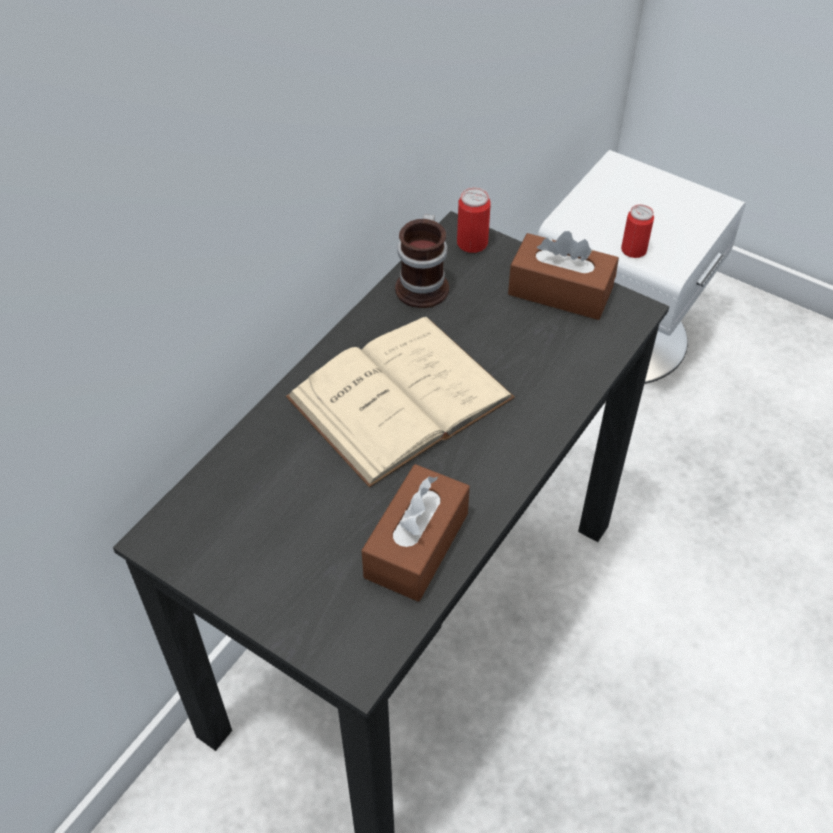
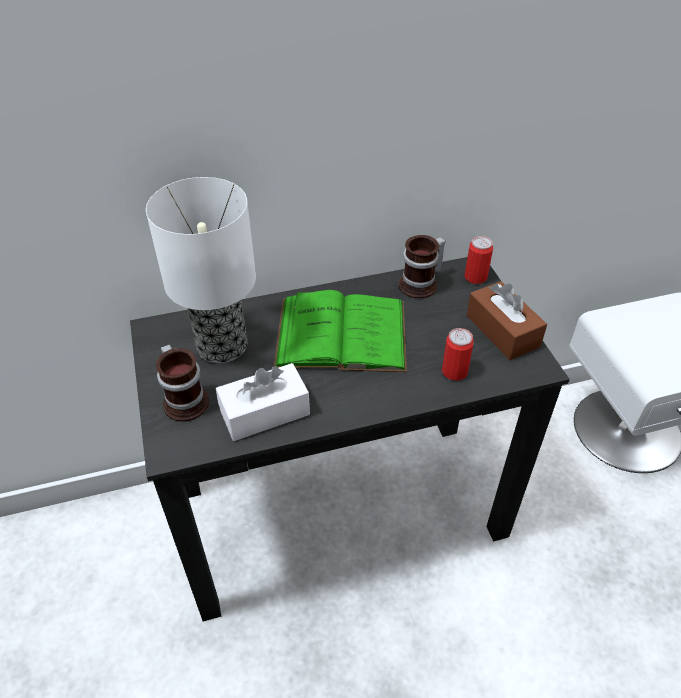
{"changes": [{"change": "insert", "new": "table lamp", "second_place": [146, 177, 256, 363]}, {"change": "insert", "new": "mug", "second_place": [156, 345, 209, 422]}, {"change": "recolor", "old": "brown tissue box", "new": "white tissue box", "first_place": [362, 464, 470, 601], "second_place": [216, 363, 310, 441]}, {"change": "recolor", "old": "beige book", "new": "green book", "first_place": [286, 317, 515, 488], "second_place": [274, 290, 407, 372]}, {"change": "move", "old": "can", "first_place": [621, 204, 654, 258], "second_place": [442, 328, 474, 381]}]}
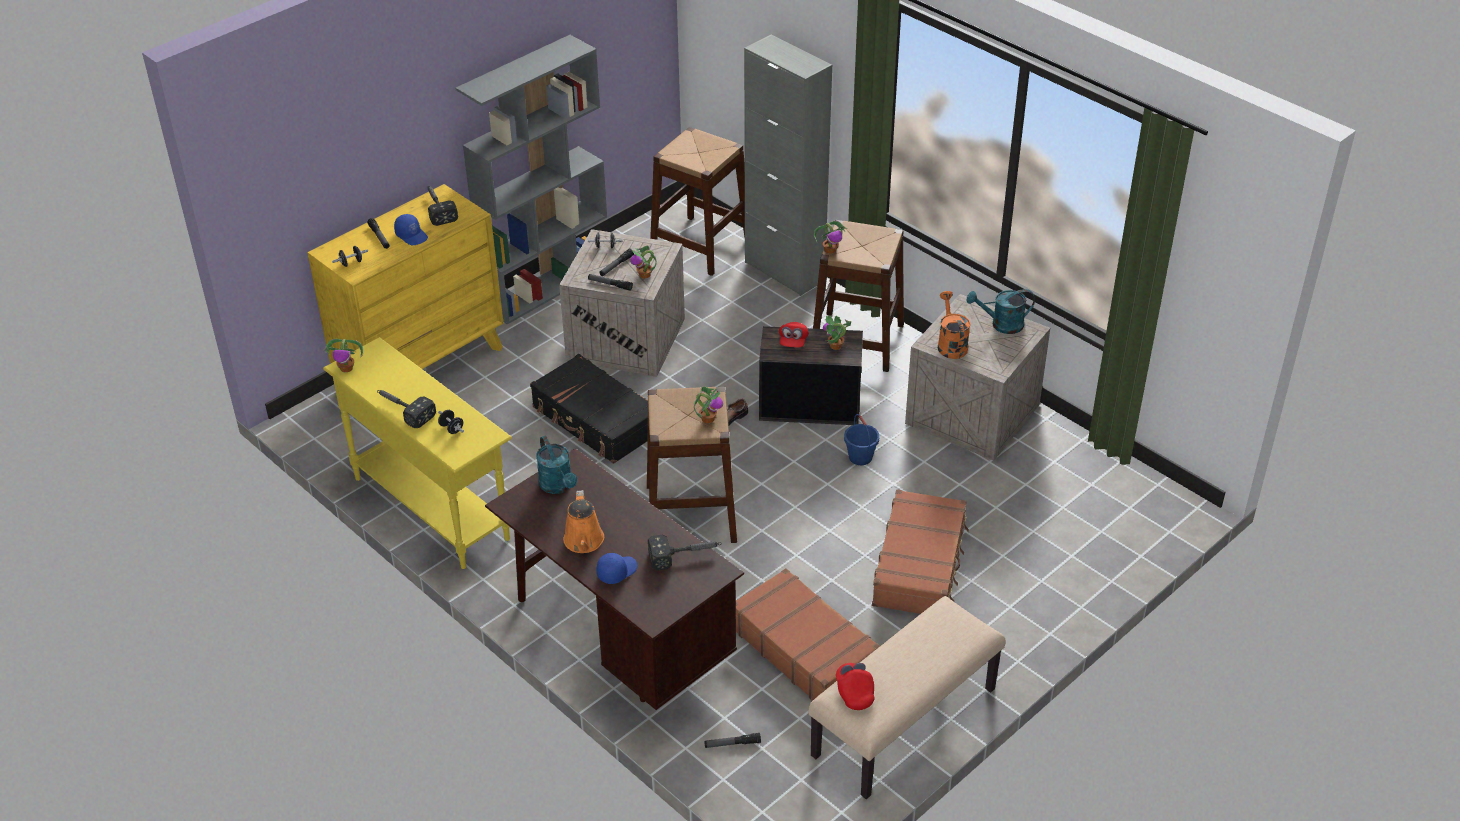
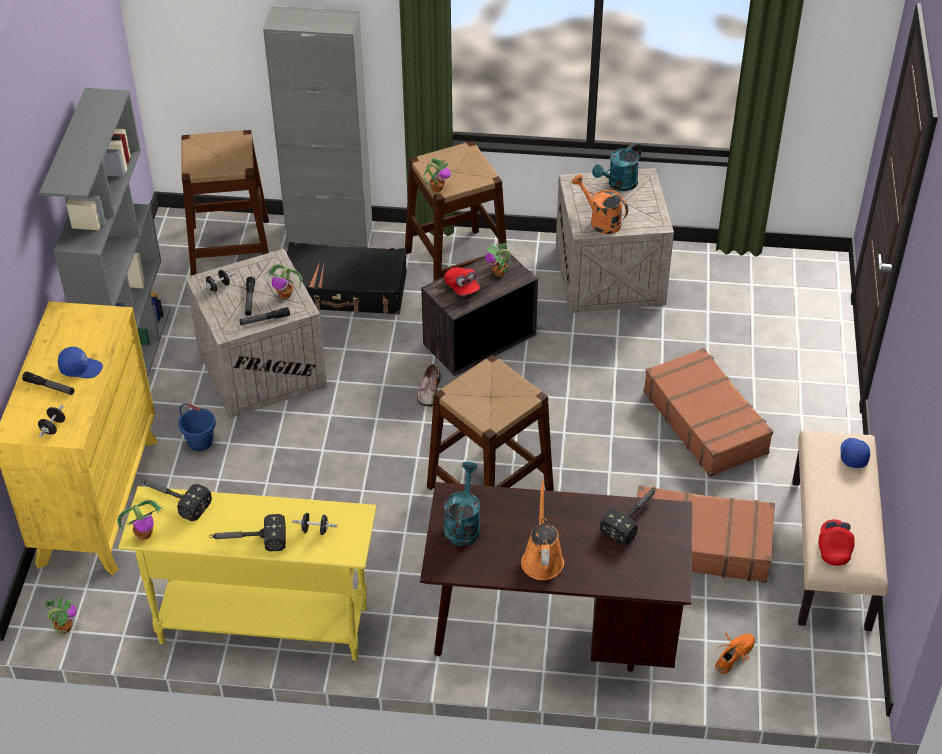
{"changes": [{"change": "move", "old": "potted plant", "first_place": [694, 386, 723, 423], "second_place": [45, 597, 77, 634]}, {"change": "move", "old": "hammer", "first_place": [427, 186, 458, 226], "second_place": [141, 479, 212, 521]}, {"change": "move", "old": "blue bucket", "first_place": [844, 414, 879, 465], "second_place": [178, 403, 216, 451]}, {"change": "move", "old": "black suitcase", "first_place": [530, 354, 648, 464], "second_place": [287, 242, 407, 315]}, {"change": "rotate", "old": "turquoise watering can", "first_place": [536, 436, 577, 494], "second_place": [444, 461, 480, 546], "degrees": -105}, {"change": "rotate", "old": "orange watering can", "first_place": [563, 490, 604, 553], "second_place": [521, 480, 564, 580], "degrees": -135}, {"change": "replace", "old": "flashlight", "new": "orange shoe", "first_place": [704, 733, 761, 748], "second_place": [715, 633, 755, 674]}, {"change": "rotate", "old": "red cap", "first_place": [836, 663, 875, 710], "second_place": [819, 519, 855, 566], "degrees": 60}, {"change": "move", "old": "blue cap", "first_place": [597, 553, 637, 584], "second_place": [840, 438, 870, 468]}]}
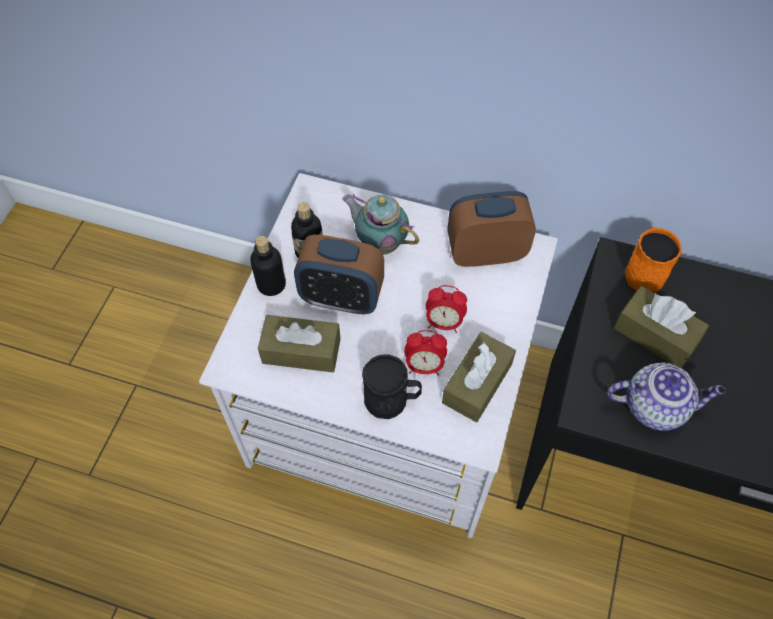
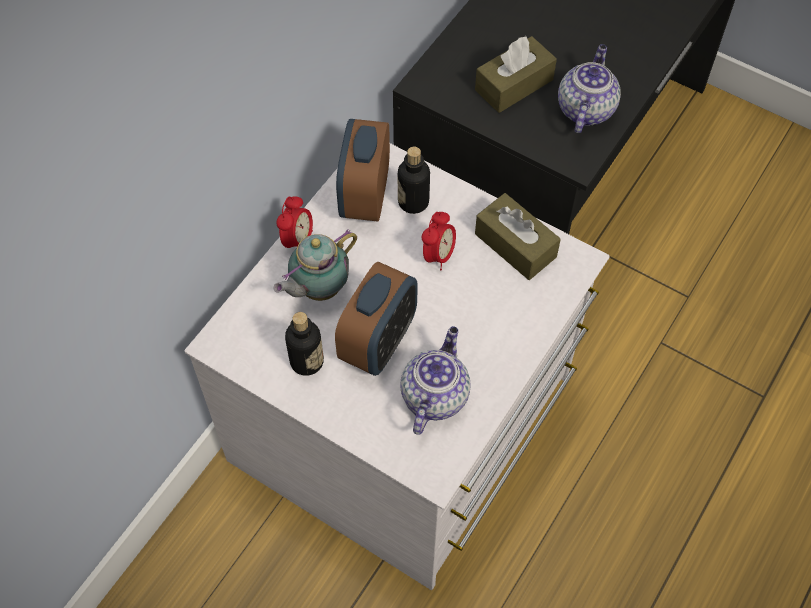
{"changes": [{"change": "move", "old": "alarm clock", "first_place": [404, 330, 447, 376], "second_place": [276, 196, 313, 248]}, {"change": "move", "old": "bottle", "first_place": [250, 236, 286, 296], "second_place": [398, 147, 430, 214]}, {"change": "replace", "old": "brown tissue box", "new": "teapot", "first_place": [258, 315, 341, 372], "second_place": [400, 326, 471, 435]}, {"change": "delete", "old": "black mug", "first_place": [362, 354, 422, 419]}, {"change": "delete", "old": "orange mug", "first_place": [625, 227, 682, 293]}]}
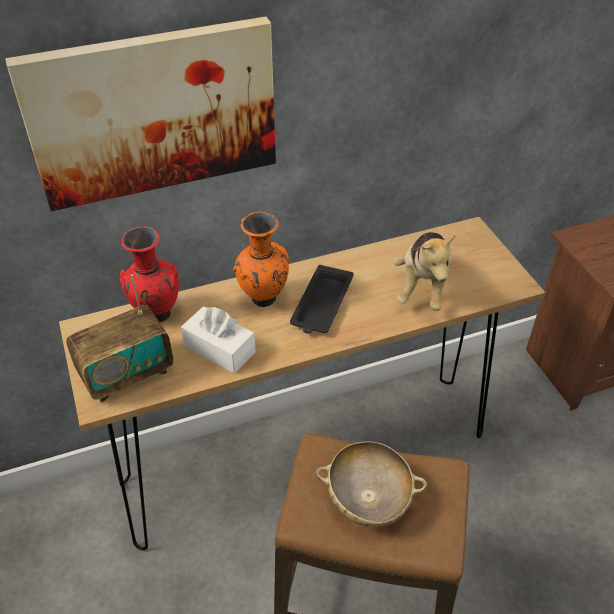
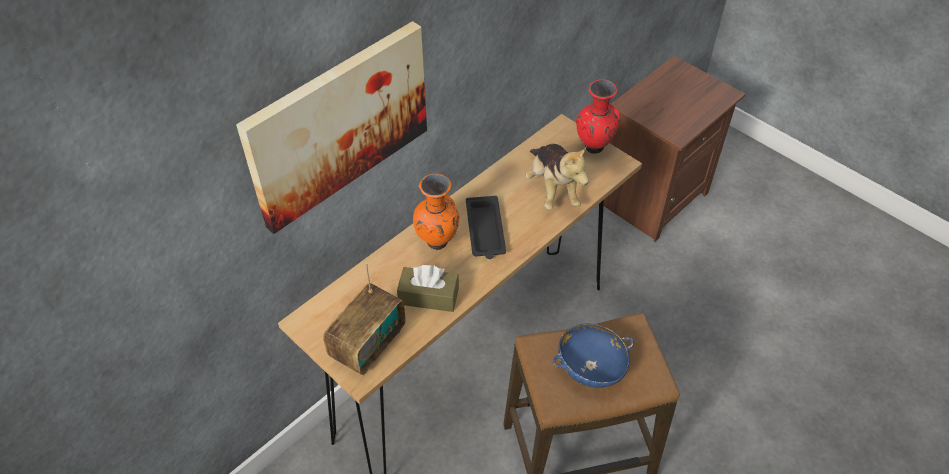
{"changes": [{"change": "recolor", "old": "white tissue box", "new": "brown tissue box", "first_place": [181, 307, 256, 373], "second_place": [397, 265, 459, 312]}, {"change": "recolor", "old": "beige bowl", "new": "blue bowl", "first_place": [316, 441, 427, 527], "second_place": [553, 323, 634, 388]}, {"change": "move", "old": "red vase", "first_place": [120, 227, 179, 322], "second_place": [575, 79, 620, 154]}]}
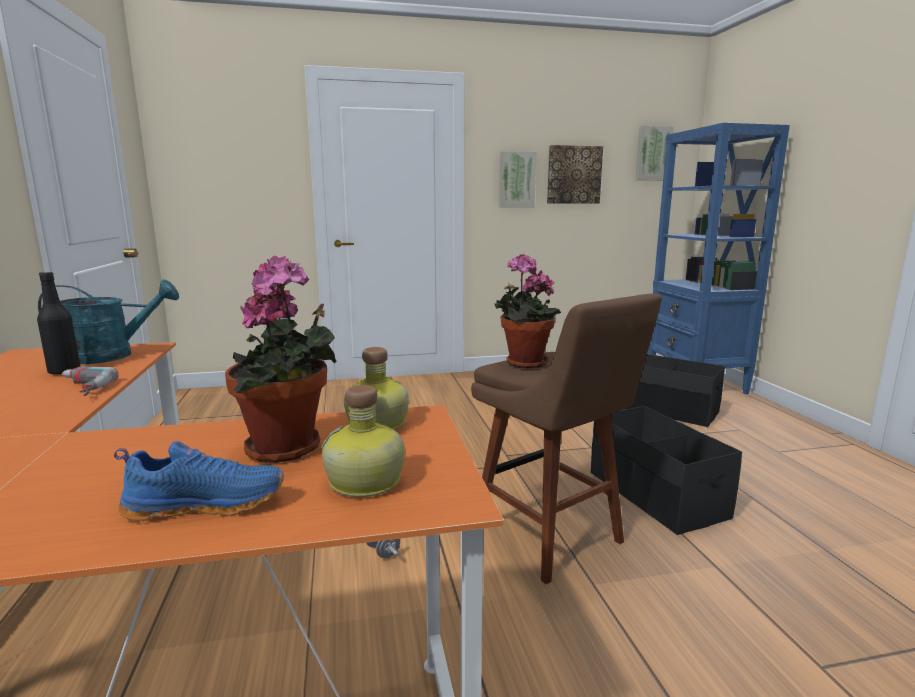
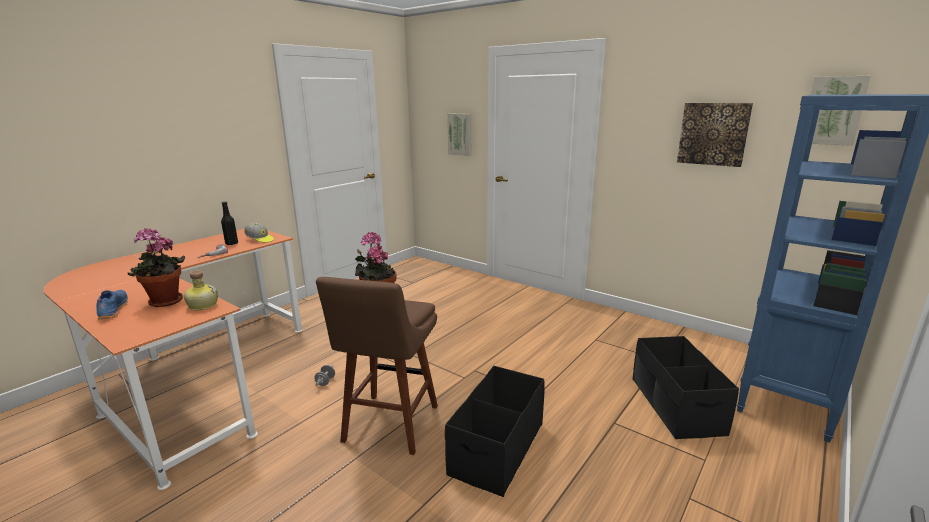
{"changes": [{"change": "rotate", "old": "blue shoe", "first_place": [114, 441, 284, 521], "second_place": [96, 290, 128, 319], "degrees": -150}, {"change": "replace", "old": "turquoise watering can", "new": "cap", "first_place": [38, 280, 179, 364], "second_place": [244, 222, 274, 243]}, {"change": "move", "old": "picture", "first_place": [499, 151, 536, 207], "second_place": [447, 114, 471, 156]}, {"change": "delete", "old": "bottle", "first_place": [321, 385, 405, 497]}]}
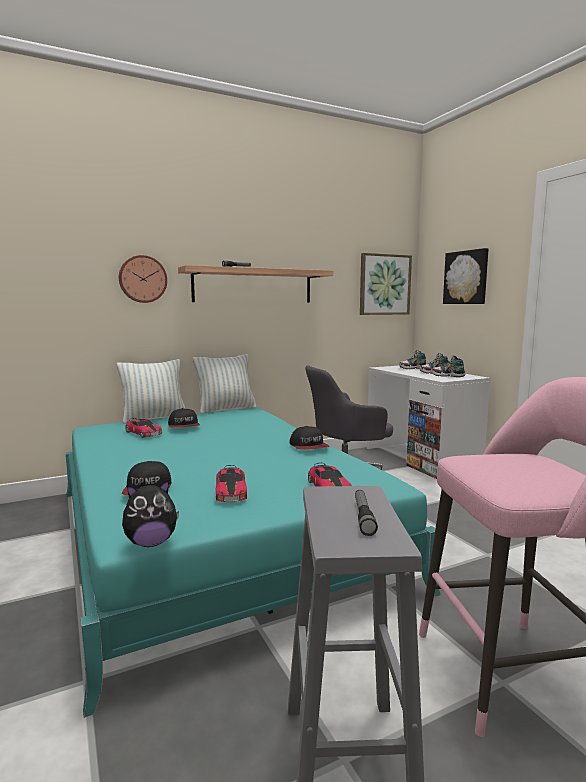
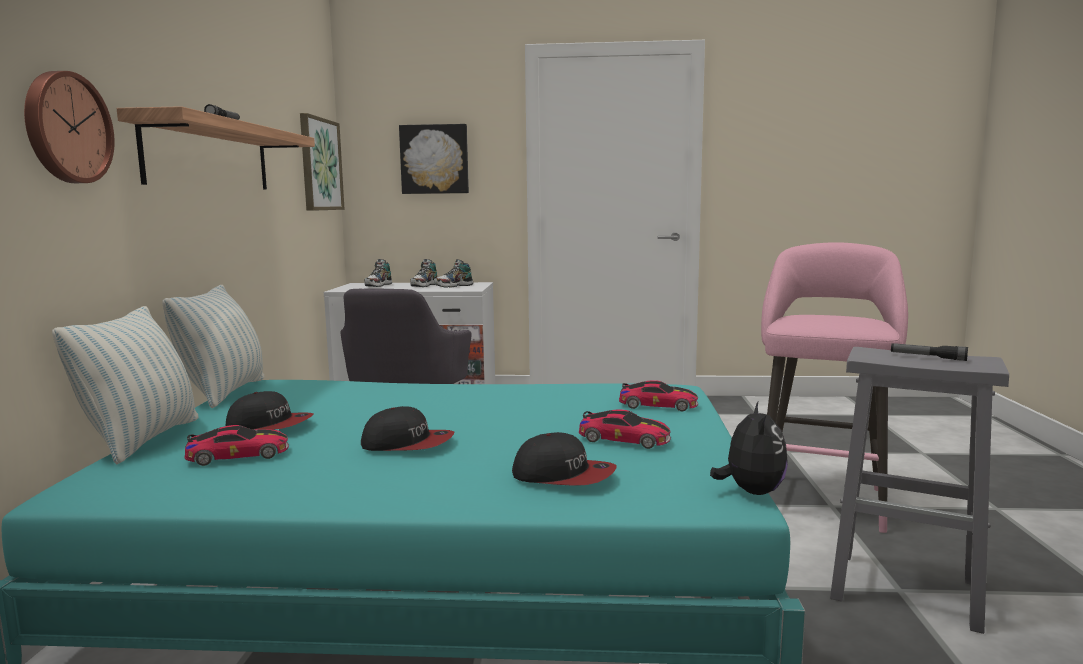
{"changes": [{"change": "move", "old": "cap", "first_place": [289, 426, 330, 450], "second_place": [361, 406, 454, 451]}]}
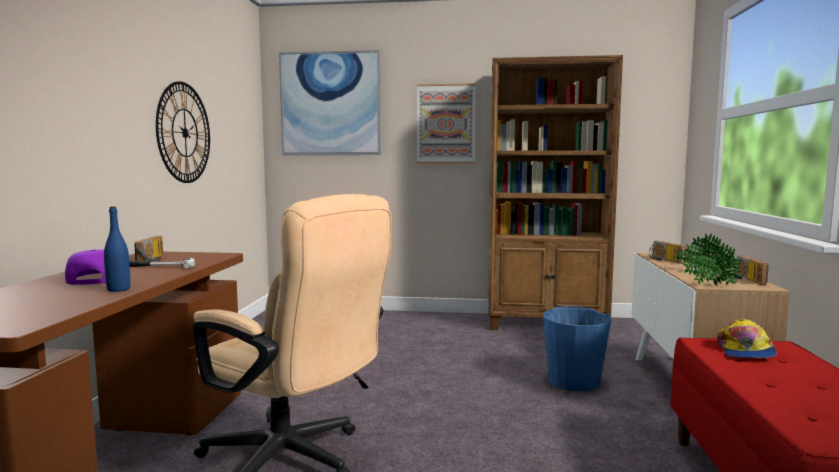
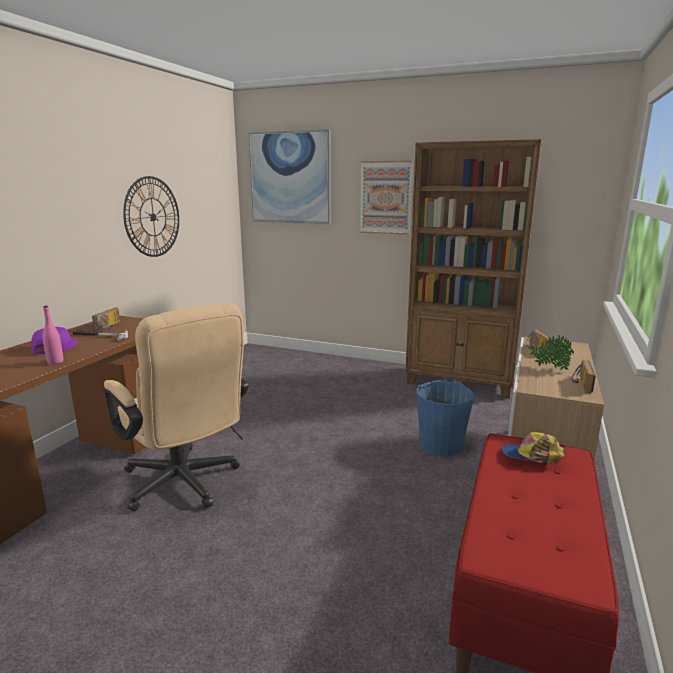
{"changes": [{"change": "recolor", "old": "blue bottle", "new": "pink bottle", "first_place": [104, 207, 130, 292], "second_place": [43, 306, 63, 364]}, {"change": "rotate", "old": "cap", "first_place": [717, 319, 777, 358], "second_place": [502, 432, 565, 464], "degrees": 75}, {"change": "delete", "old": "potted plant", "first_place": [685, 243, 740, 286]}]}
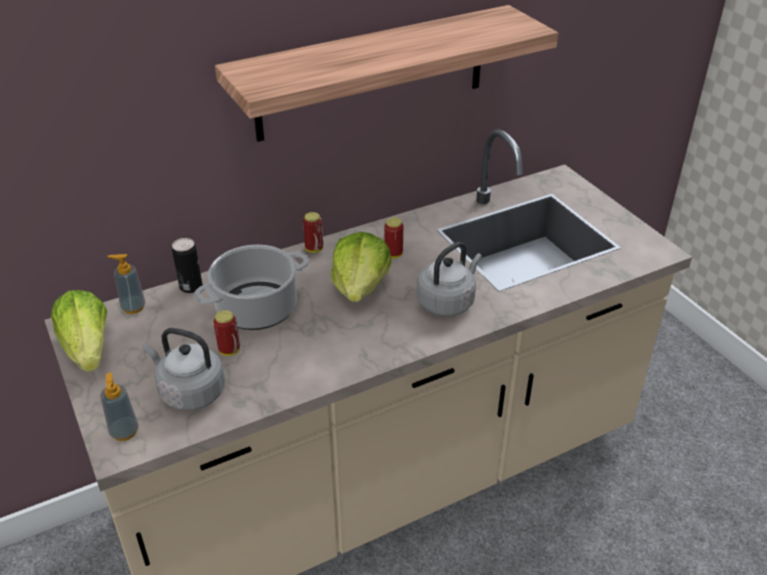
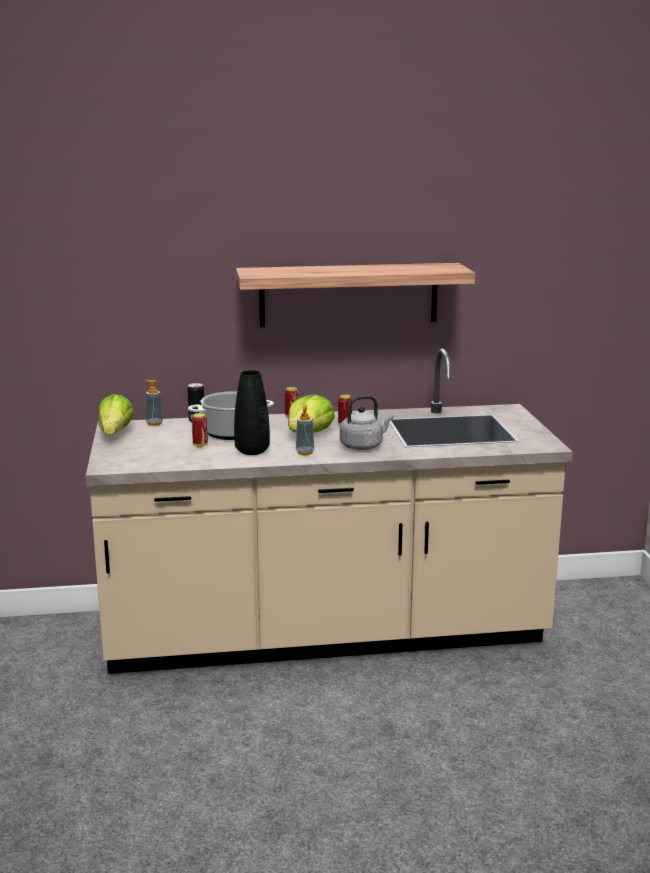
{"changes": [{"change": "insert", "new": "black vase", "second_place": [234, 370, 270, 455]}, {"change": "move", "old": "soap dispenser", "first_place": [100, 373, 139, 441], "second_place": [296, 405, 314, 455]}, {"change": "delete", "old": "grey kettle", "first_place": [143, 328, 225, 411]}]}
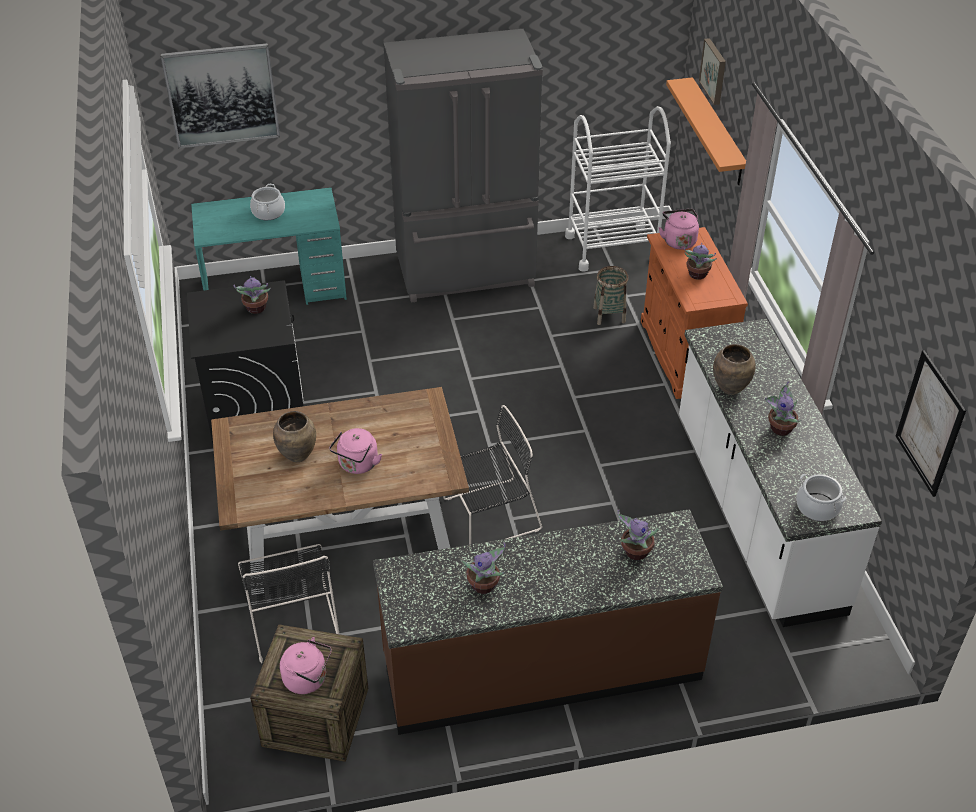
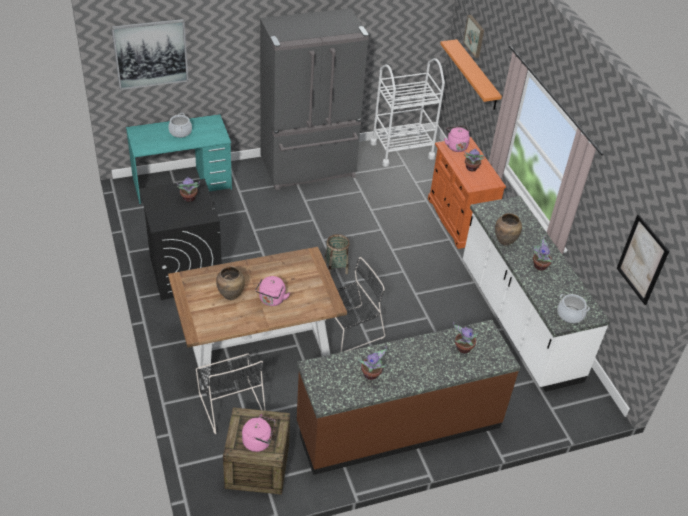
{"changes": [{"change": "move", "old": "basket", "first_place": [593, 266, 628, 325], "second_place": [325, 234, 350, 274]}]}
